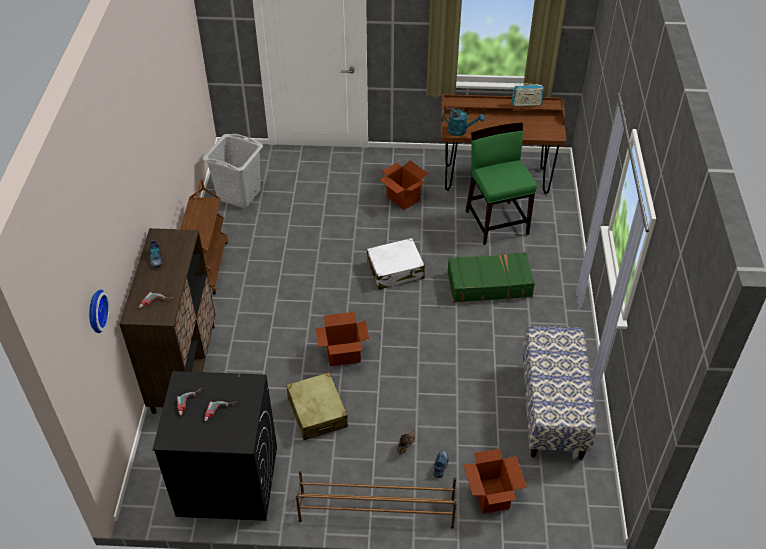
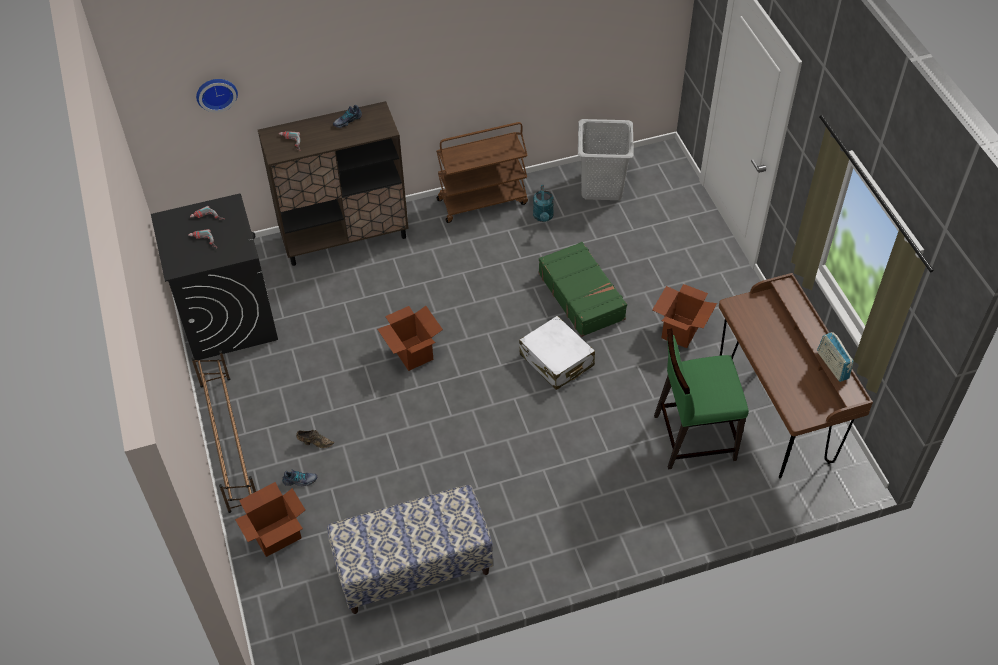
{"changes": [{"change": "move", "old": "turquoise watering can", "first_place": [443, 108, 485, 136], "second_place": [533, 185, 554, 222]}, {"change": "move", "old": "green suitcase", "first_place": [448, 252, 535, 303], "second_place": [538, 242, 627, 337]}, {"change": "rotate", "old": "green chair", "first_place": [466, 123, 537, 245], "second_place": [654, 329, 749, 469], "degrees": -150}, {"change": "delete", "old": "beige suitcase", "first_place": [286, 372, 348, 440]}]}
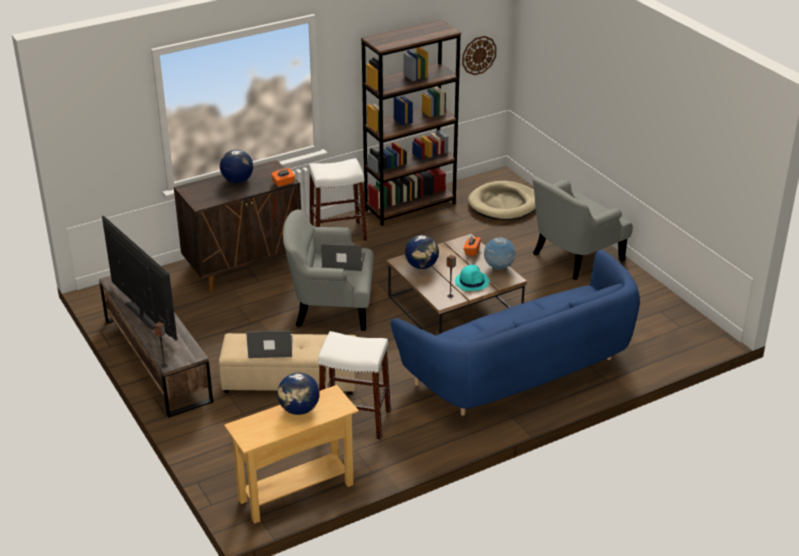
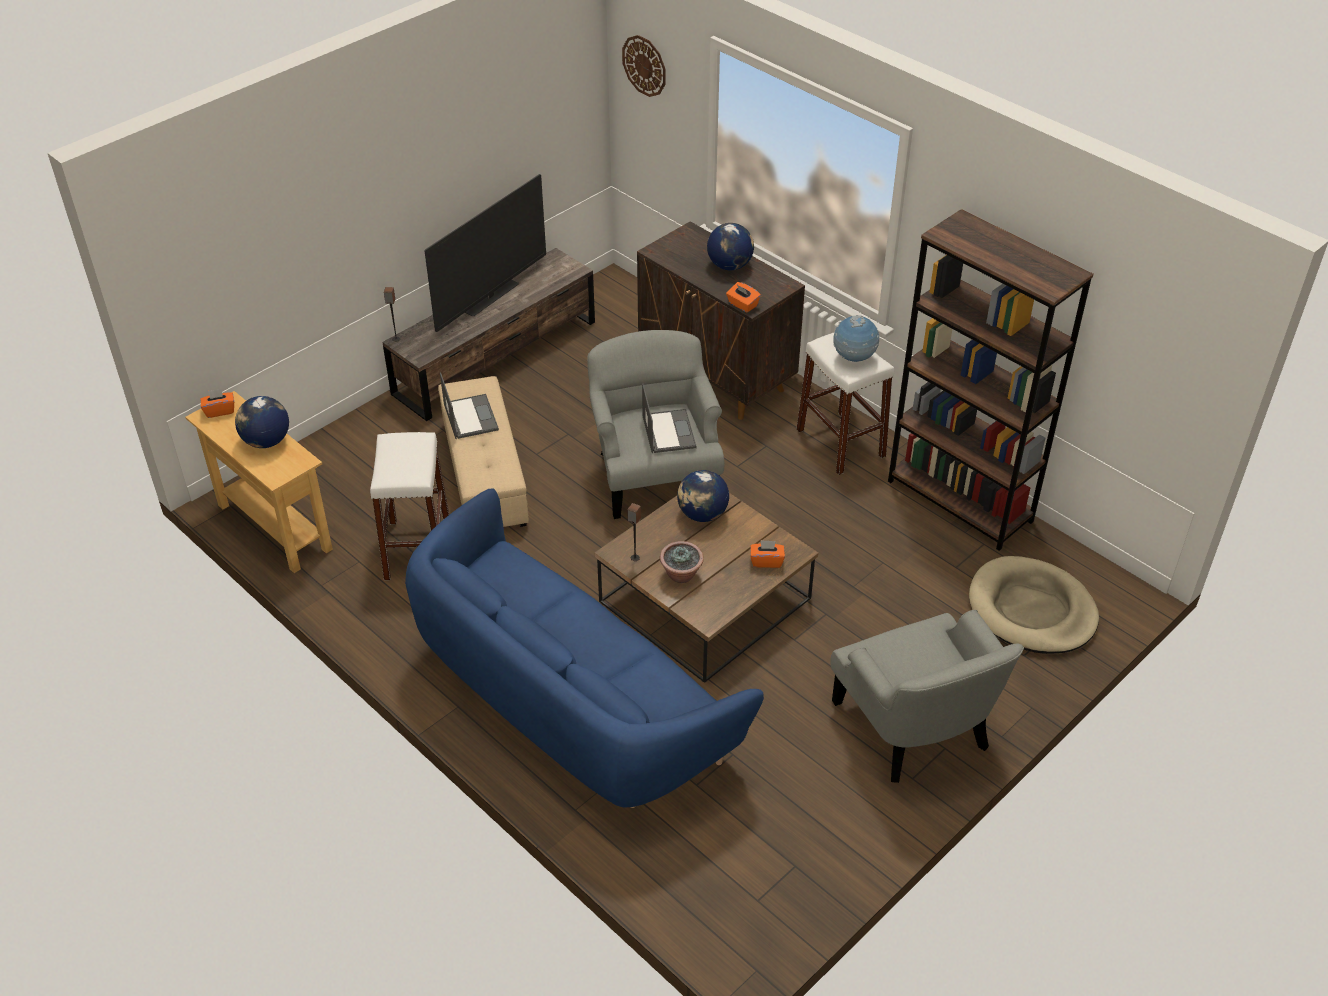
{"changes": [{"change": "insert", "new": "orange tissue box", "second_place": [201, 389, 234, 418]}, {"change": "move", "old": "wall clock", "first_place": [462, 36, 497, 75], "second_place": [622, 35, 666, 97]}, {"change": "replace", "old": "turquoise hat", "new": "potted plant", "first_place": [455, 265, 489, 291], "second_place": [660, 541, 704, 583]}, {"change": "rotate", "old": "grey armchair", "first_place": [533, 176, 633, 280], "second_place": [831, 610, 1024, 783], "degrees": -150}, {"change": "move", "old": "globe", "first_place": [484, 237, 516, 270], "second_place": [833, 315, 879, 362]}]}
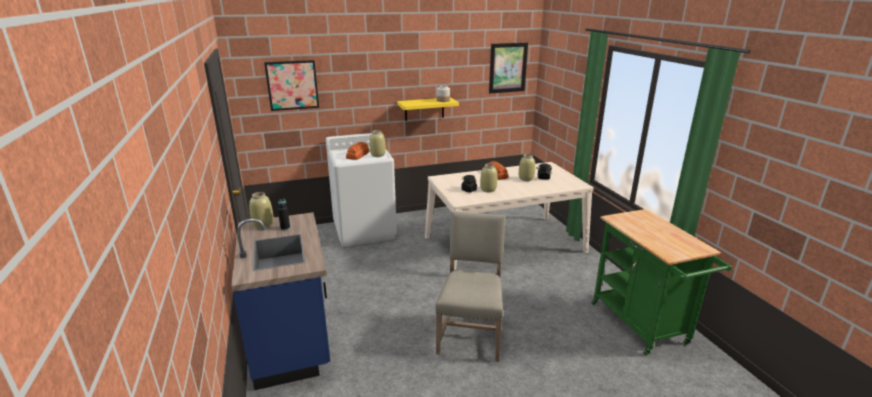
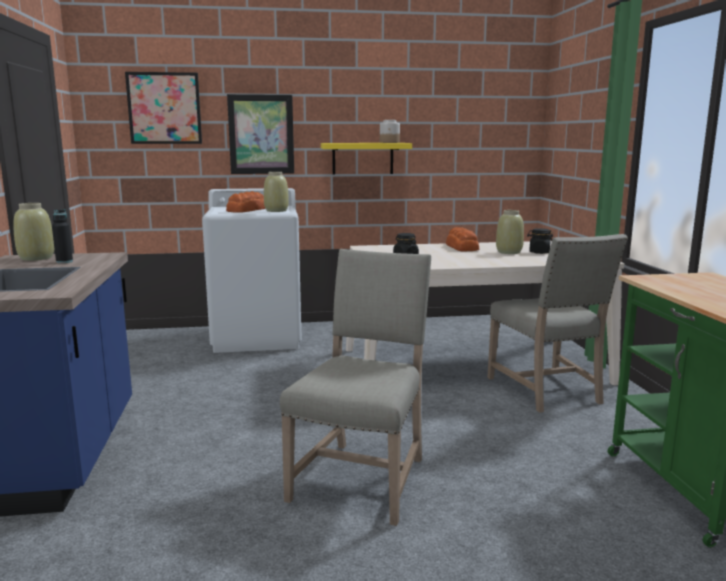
{"changes": [{"change": "move", "old": "picture", "first_place": [489, 42, 528, 93], "second_place": [227, 94, 294, 174]}, {"change": "insert", "new": "beige chair", "second_place": [487, 234, 628, 413]}, {"change": "delete", "old": "beige vase", "first_place": [480, 163, 497, 192]}]}
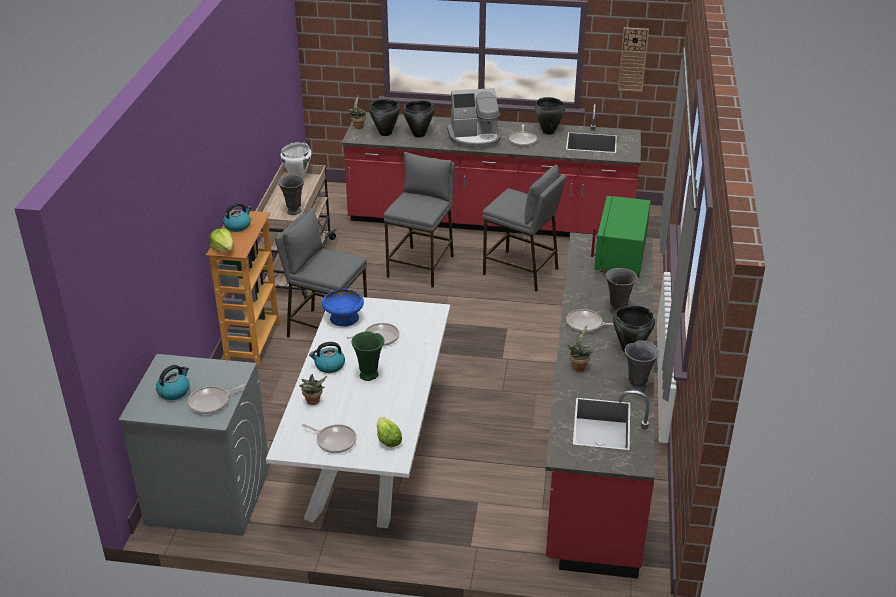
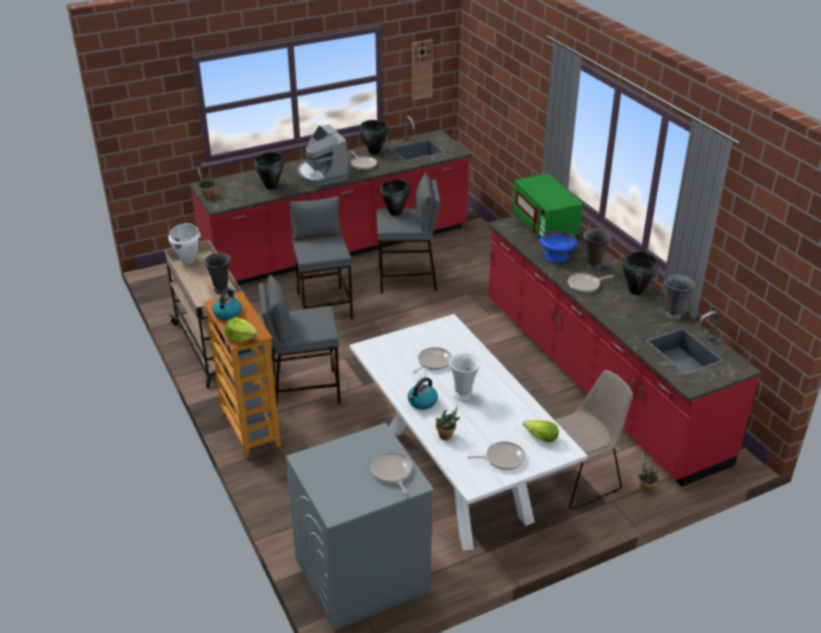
{"changes": [{"change": "rotate", "old": "coffee machine", "first_place": [447, 88, 500, 149], "second_place": [297, 125, 349, 186], "degrees": 105}, {"change": "rotate", "old": "frying pan", "first_place": [188, 384, 246, 414], "second_place": [371, 452, 412, 494], "degrees": 135}, {"change": "move", "old": "black cooking pot", "first_place": [369, 99, 400, 136], "second_place": [380, 179, 410, 216]}, {"change": "recolor", "old": "green vase", "new": "white vase", "first_place": [351, 331, 384, 381], "second_place": [449, 352, 481, 401]}, {"change": "move", "old": "blue bowl", "first_place": [322, 288, 364, 327], "second_place": [540, 231, 577, 263]}, {"change": "insert", "new": "beige chair", "second_place": [555, 370, 633, 510]}, {"change": "move", "old": "potted plant", "first_place": [566, 325, 593, 372], "second_place": [637, 450, 659, 493]}, {"change": "delete", "old": "kettle", "first_place": [156, 365, 189, 400]}]}
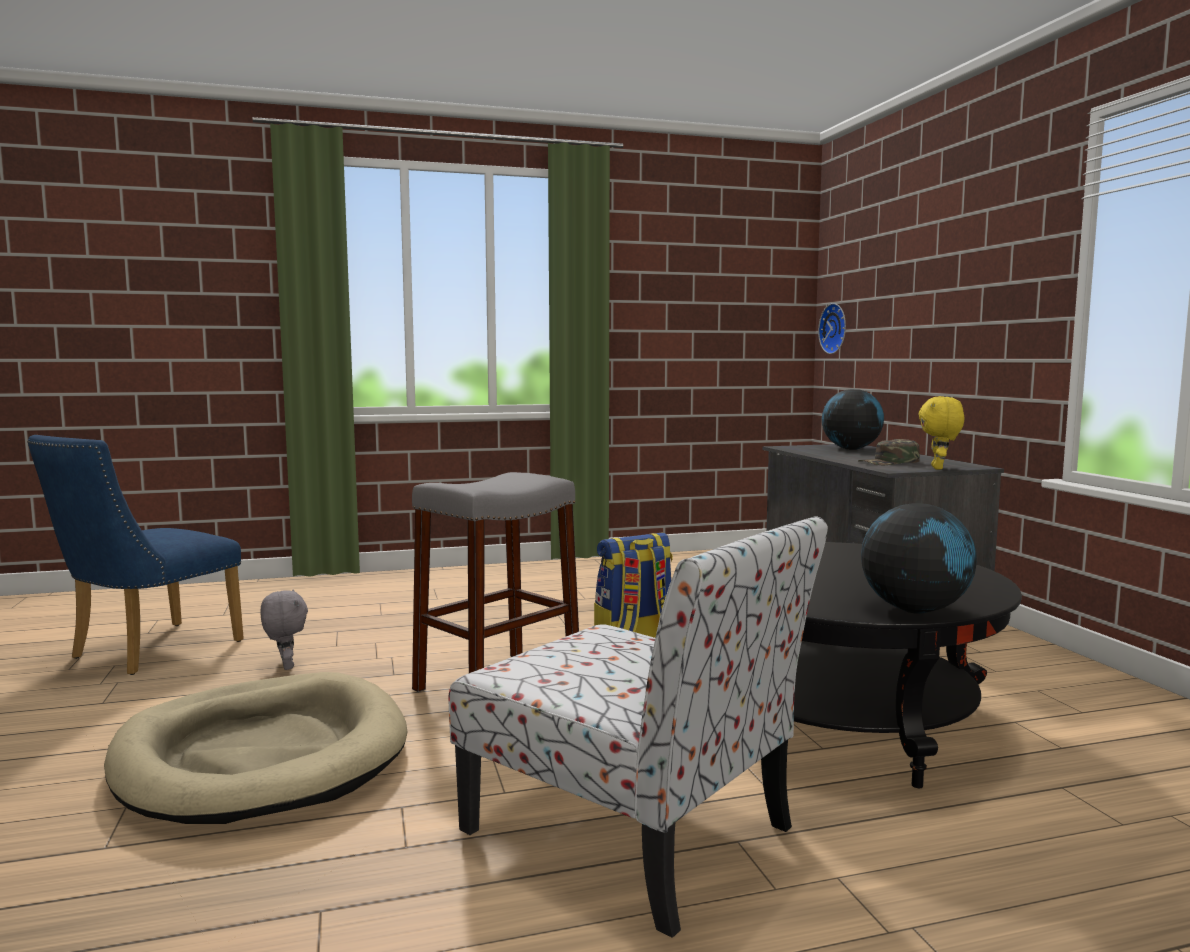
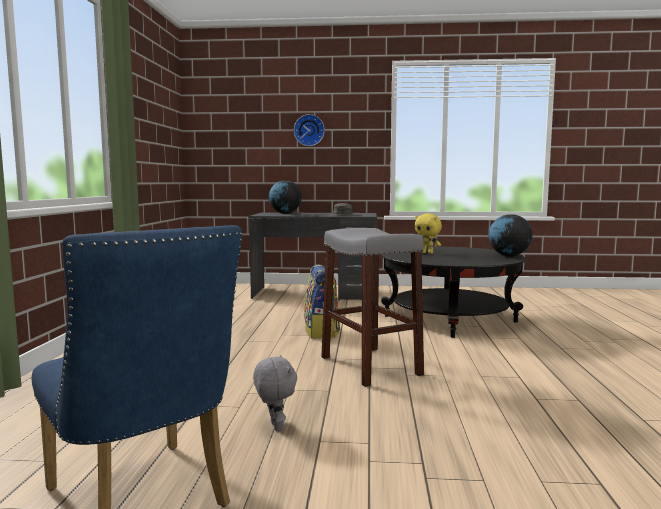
{"changes": [{"change": "rotate", "old": "grey plush toy", "first_place": [260, 590, 308, 670], "second_place": [253, 355, 297, 431], "degrees": 75}, {"change": "move", "old": "wall clock", "first_place": [818, 303, 846, 354], "second_place": [294, 114, 325, 146]}, {"change": "move", "old": "yellow plush toy", "first_place": [919, 396, 964, 470], "second_place": [415, 213, 442, 254]}, {"change": "delete", "old": "beige dog bed", "first_place": [104, 672, 408, 824]}, {"change": "delete", "old": "chair", "first_place": [448, 517, 828, 938]}]}
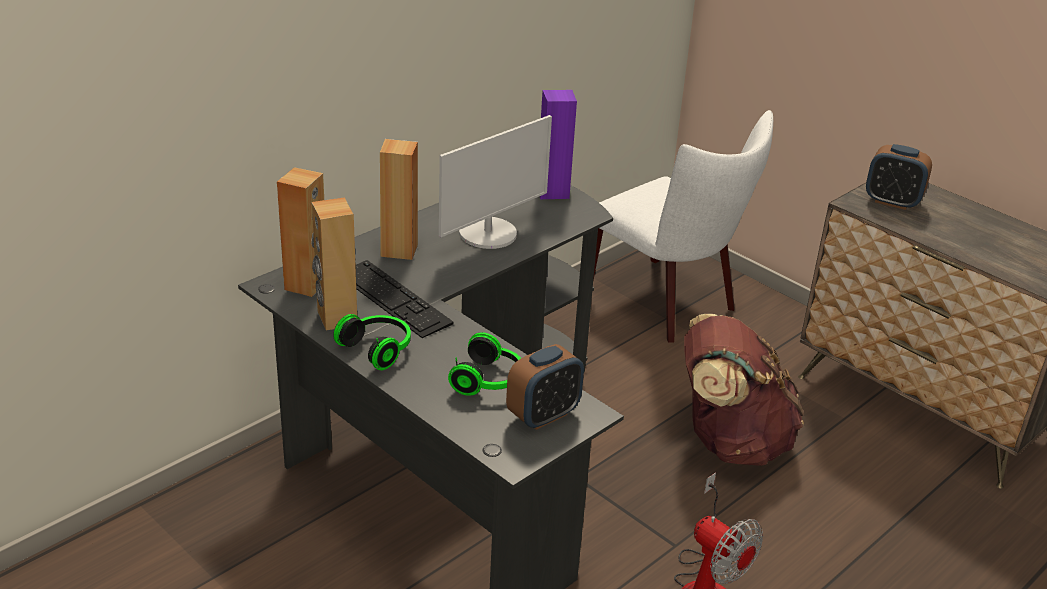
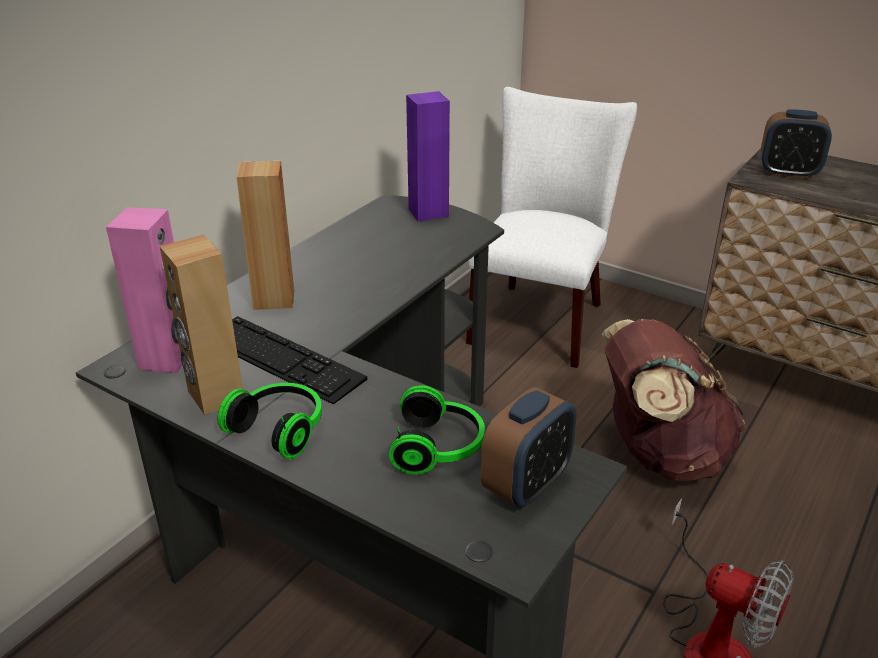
{"changes": [{"change": "recolor", "old": "brown speaker", "new": "pink speaker", "first_place": [277, 167, 324, 297], "second_place": [106, 207, 182, 373]}, {"change": "rotate", "old": "white chair", "first_place": [593, 110, 773, 343], "second_place": [466, 87, 637, 368], "degrees": -105}, {"change": "delete", "old": "monitor", "first_place": [439, 115, 552, 249]}]}
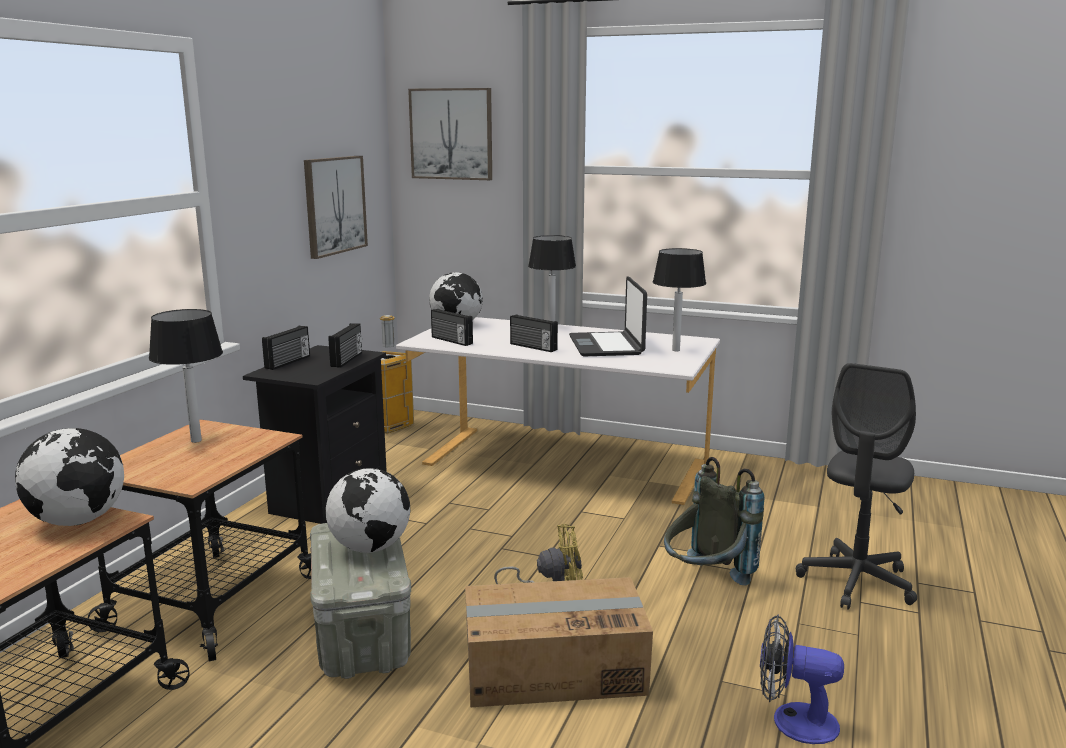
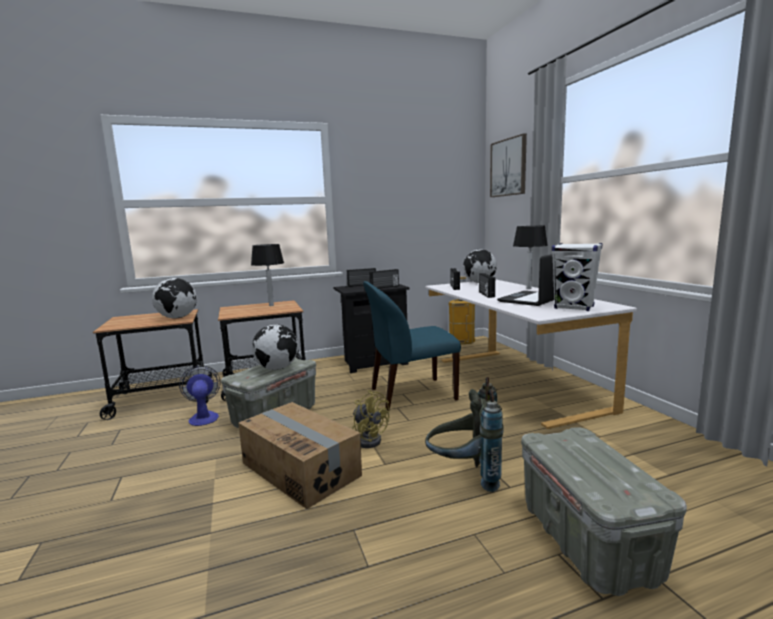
{"changes": [{"change": "move", "old": "fan", "first_place": [760, 614, 844, 744], "second_place": [179, 366, 221, 426]}, {"change": "insert", "new": "blue chair", "second_place": [363, 281, 461, 411]}, {"change": "replace", "old": "grey office chair", "new": "grey storage box", "first_place": [796, 363, 917, 610], "second_place": [521, 427, 687, 596]}, {"change": "replace", "old": "table lamp", "new": "white speaker", "first_place": [653, 248, 706, 351], "second_place": [552, 243, 602, 311]}, {"change": "delete", "old": "picture", "first_place": [304, 156, 368, 259]}]}
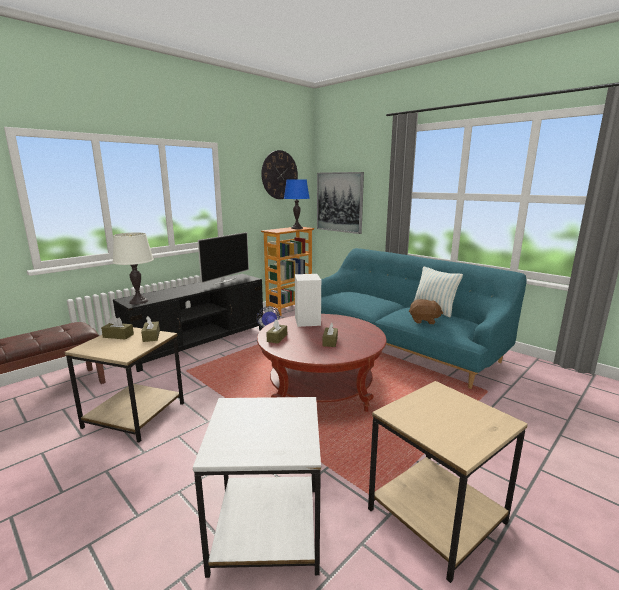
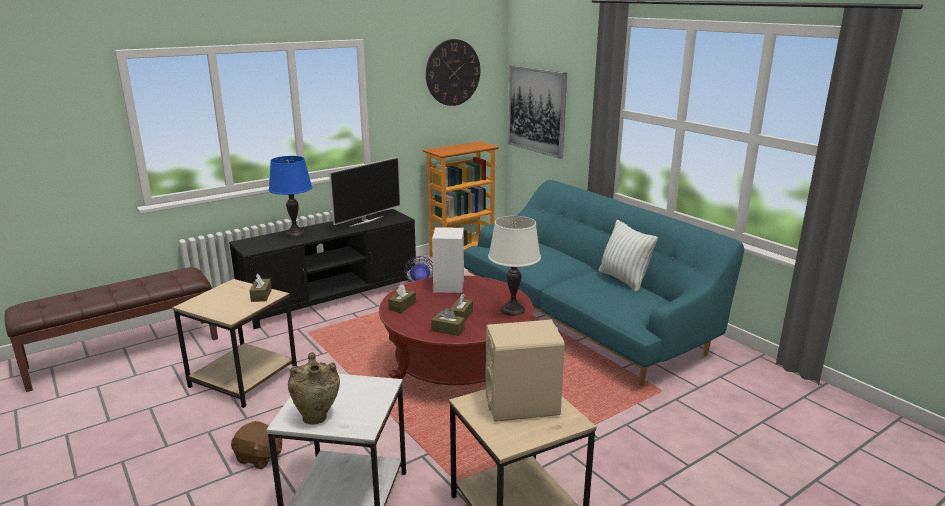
{"changes": [{"change": "move", "old": "brown plush toy", "first_place": [409, 299, 443, 324], "second_place": [231, 421, 282, 469]}, {"change": "move", "old": "blue table lamp", "first_place": [284, 180, 310, 229], "second_place": [269, 156, 312, 237]}, {"change": "insert", "new": "beige vase", "second_place": [288, 352, 340, 424]}, {"change": "move", "old": "brown tissue box", "first_place": [101, 316, 134, 340], "second_place": [431, 308, 465, 336]}, {"change": "insert", "new": "beige speaker", "second_place": [486, 320, 565, 422]}, {"change": "move", "old": "white table lamp", "first_place": [112, 232, 154, 304], "second_place": [488, 216, 541, 316]}]}
